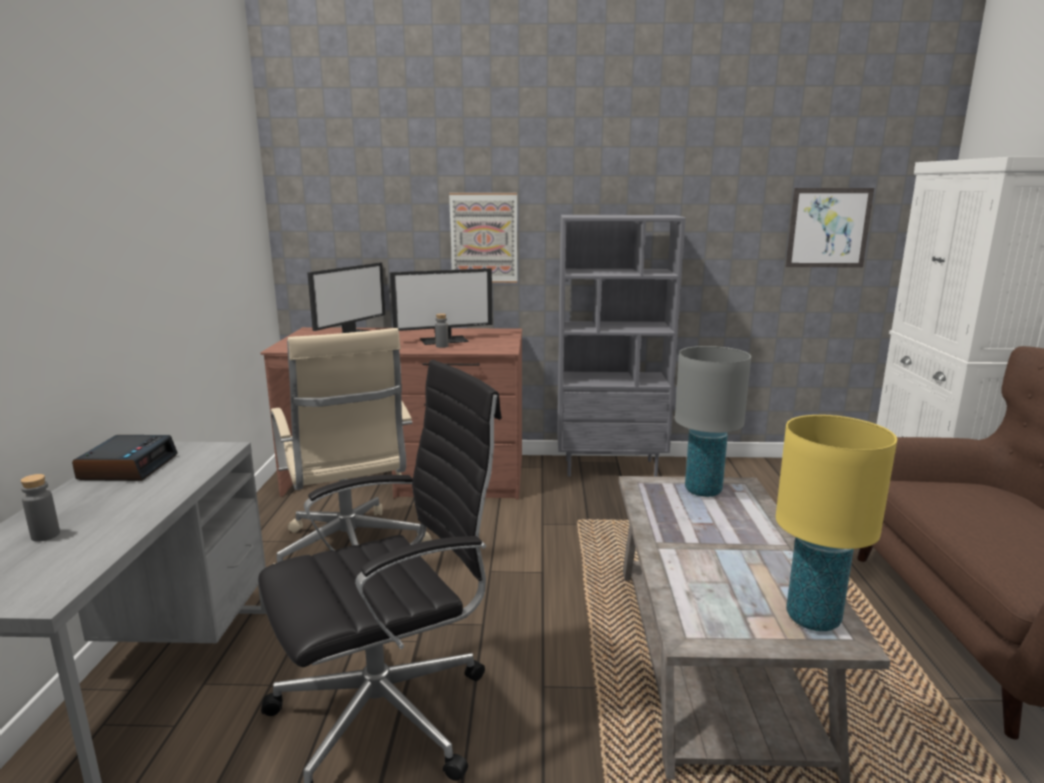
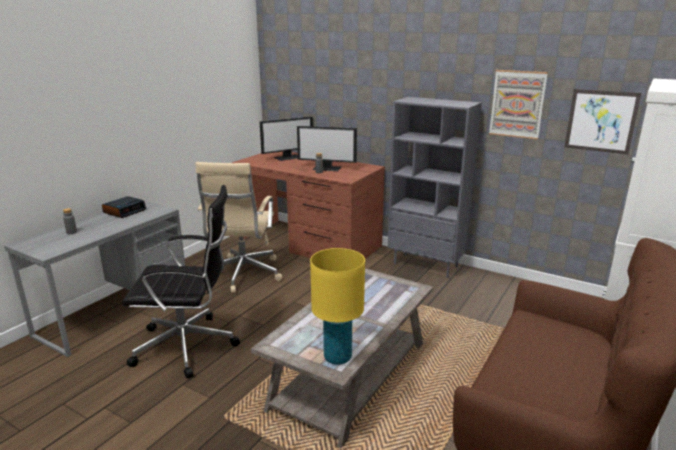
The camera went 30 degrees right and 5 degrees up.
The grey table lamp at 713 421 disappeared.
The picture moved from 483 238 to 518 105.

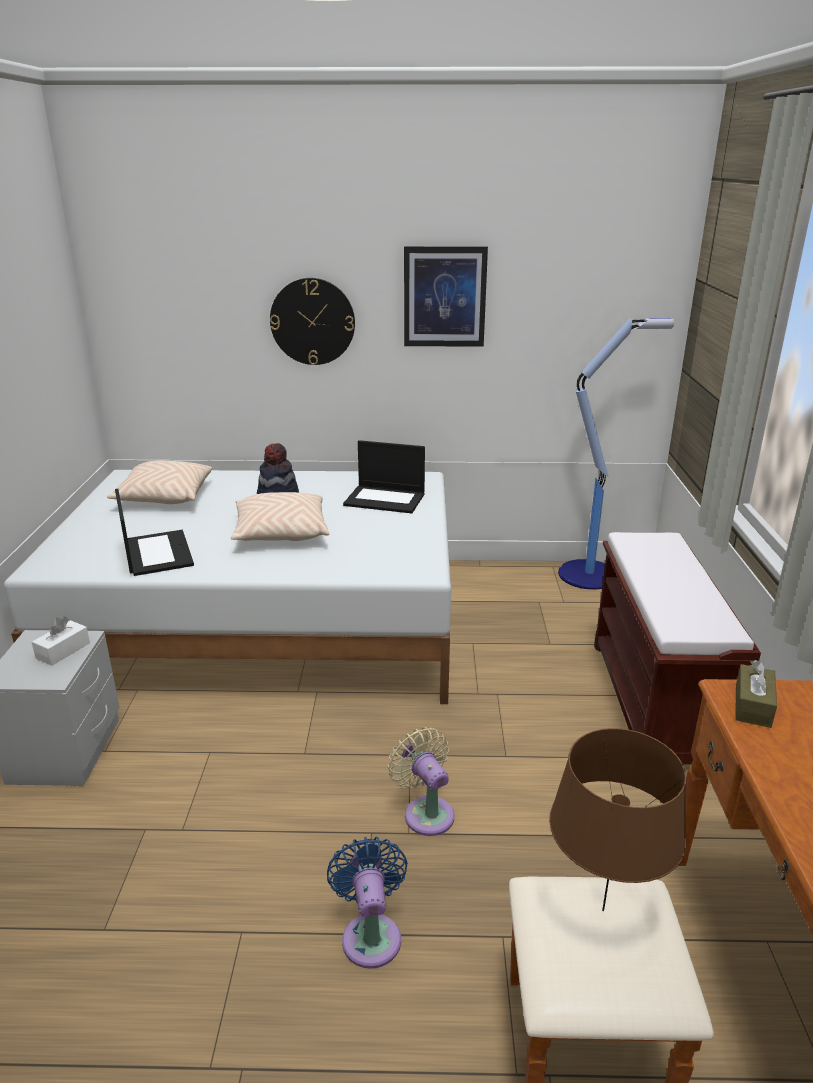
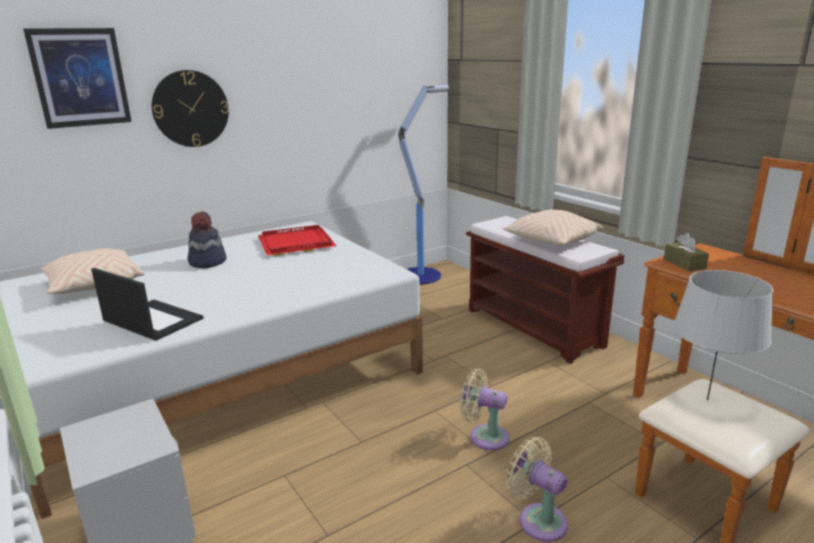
The camera went 35 degrees left and 5 degrees down.
The white tissue box at 61 641 disappeared.
The beige pillow moved from 279 516 to 553 227.
The picture moved from 446 296 to 77 78.
The laptop at 384 476 was replaced by the red tray at 297 240.
The blue fan at 367 903 became the beige fan at 536 489.
The brown table lamp at 617 819 became the grey table lamp at 723 335.

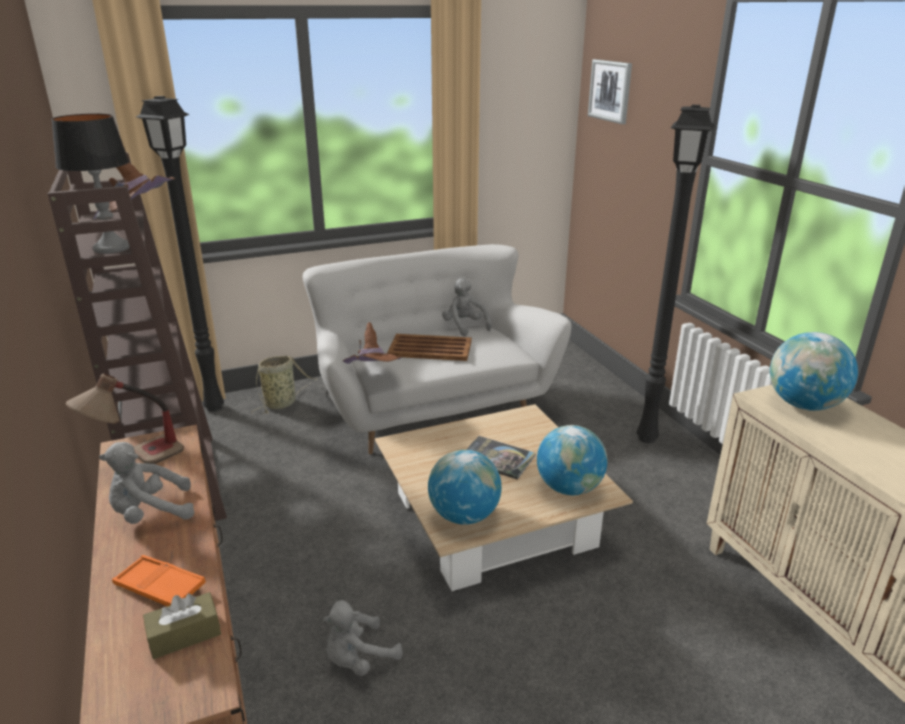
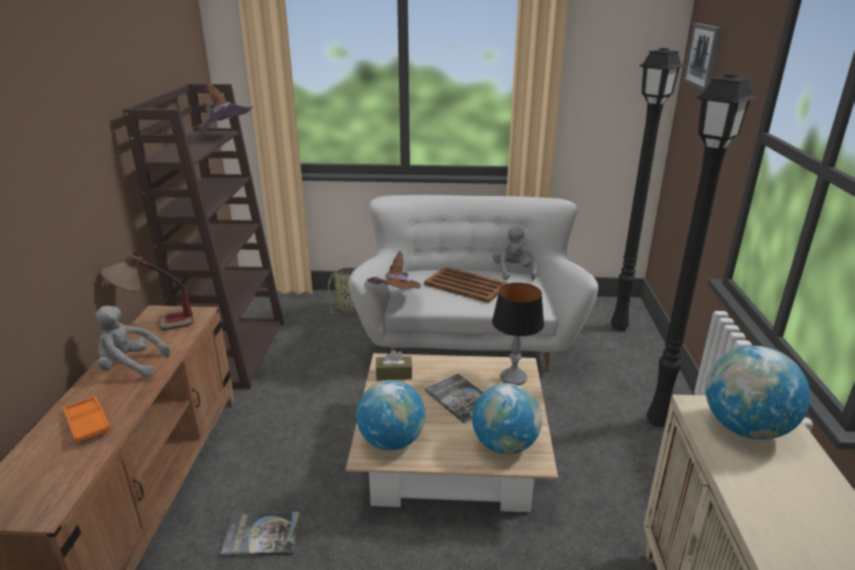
The camera went 25 degrees right and 0 degrees up.
The table lamp moved from 90 183 to 518 334.
The black floor lamp moved from 180 254 to 647 189.
The brown tissue box moved from 182 625 to 394 365.
The grey plush toy at 363 638 was replaced by the book at 260 534.

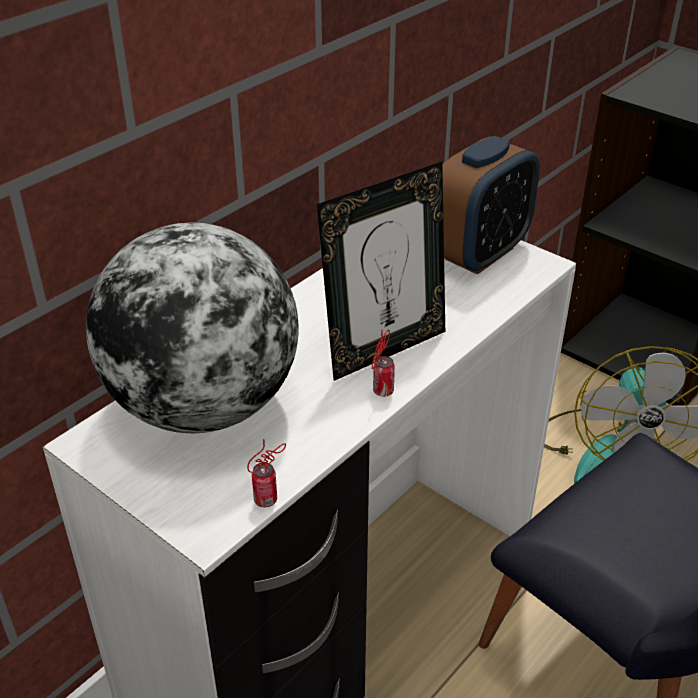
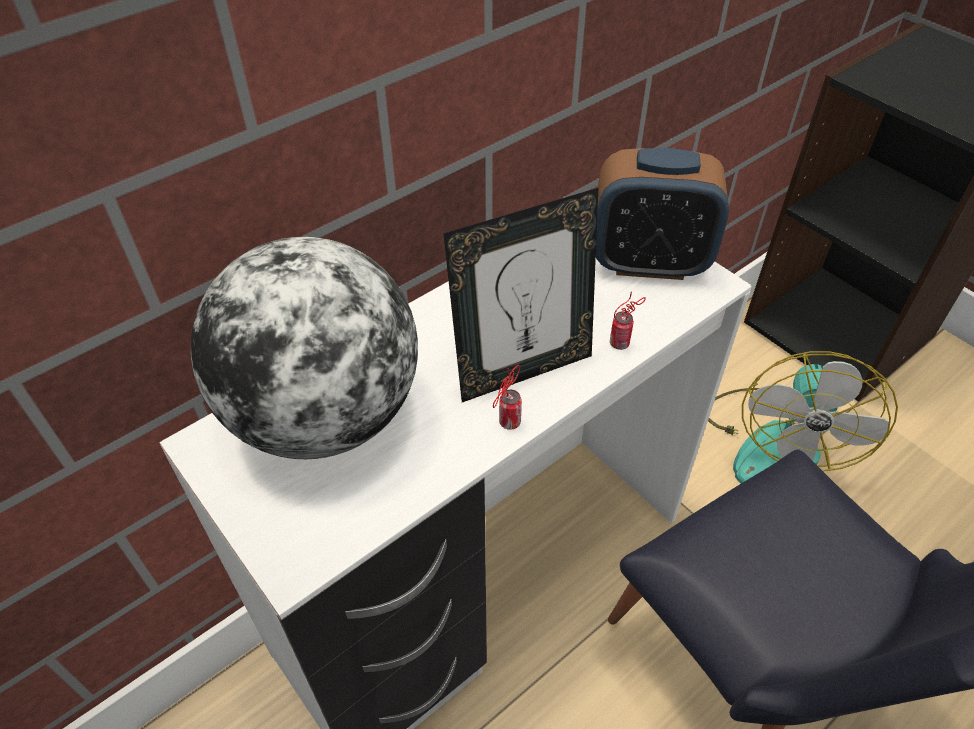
The camera went 10 degrees right and 10 degrees up.
The can moved from 266 473 to 628 320.
The alarm clock at 491 205 turned 45 degrees clockwise.

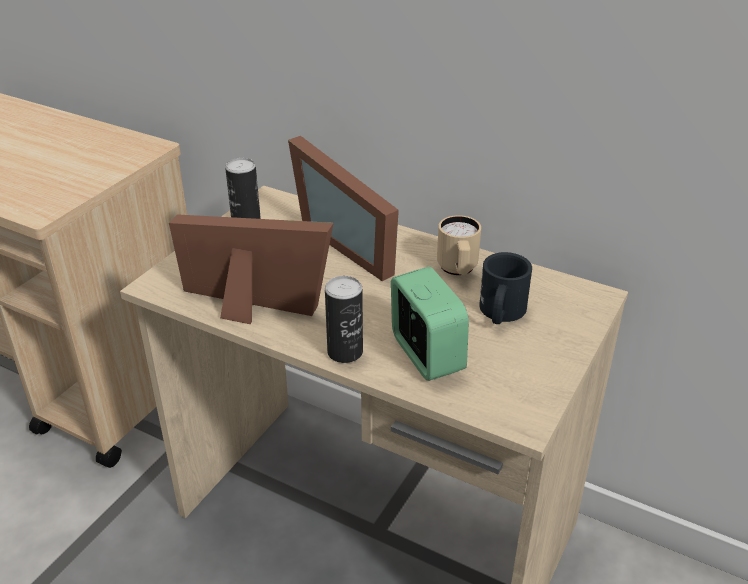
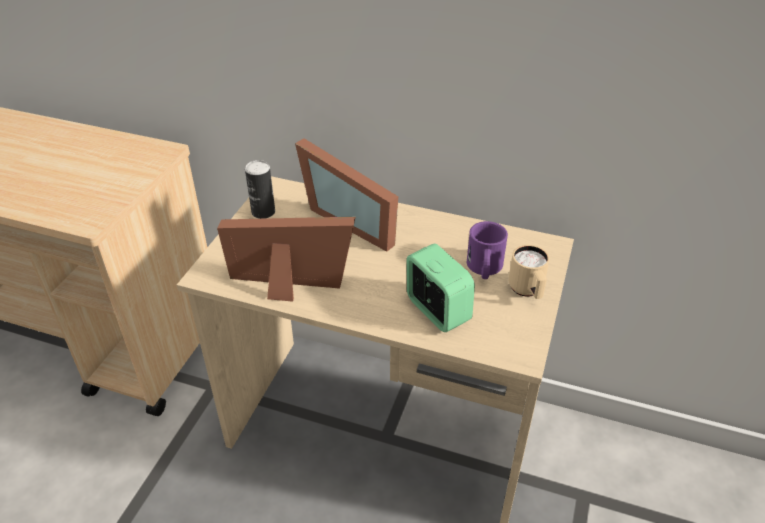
The camera went 10 degrees left and 5 degrees up.
The can at 344 319 disappeared.
The beige mug moved from 459 245 to 529 272.
The black mug at 505 288 became the purple mug at 487 250.

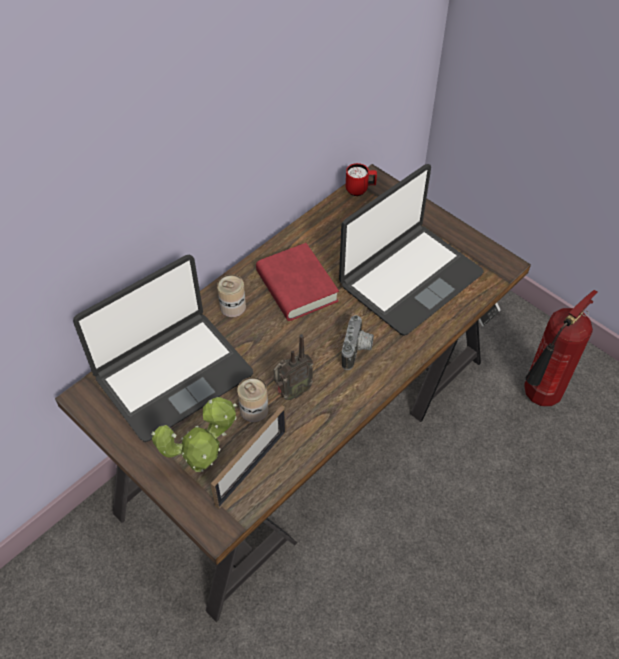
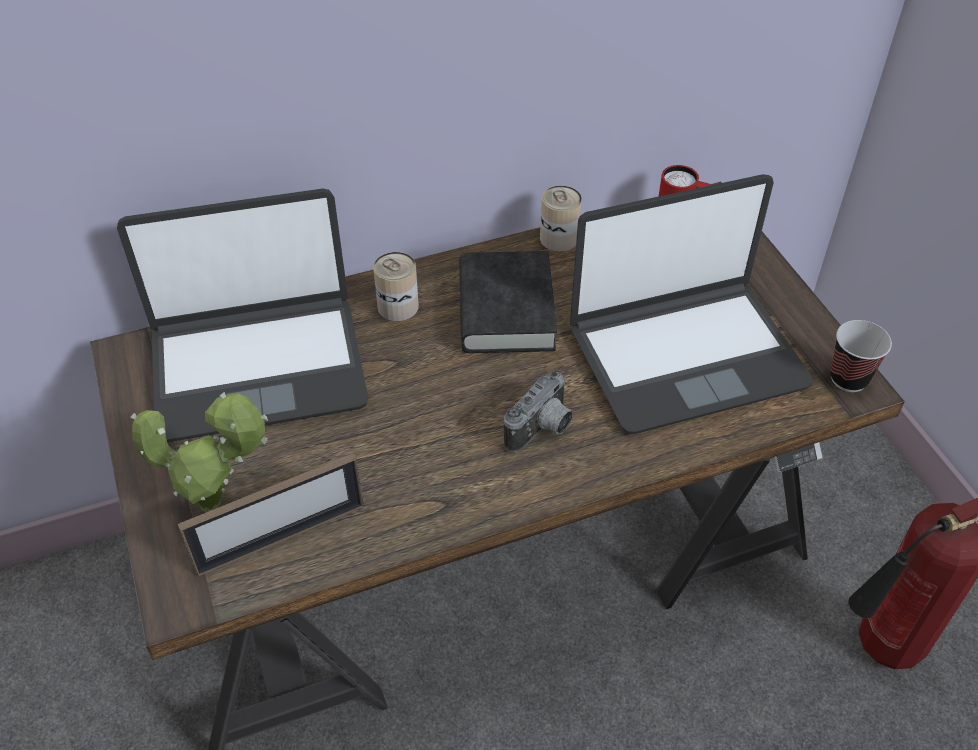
The camera went 25 degrees right and 5 degrees down.
The radio at 293 367 disappeared.
The cup at 861 356 appeared.
The can moved from 253 399 to 561 219.
The red book at 297 282 became the black book at 508 302.

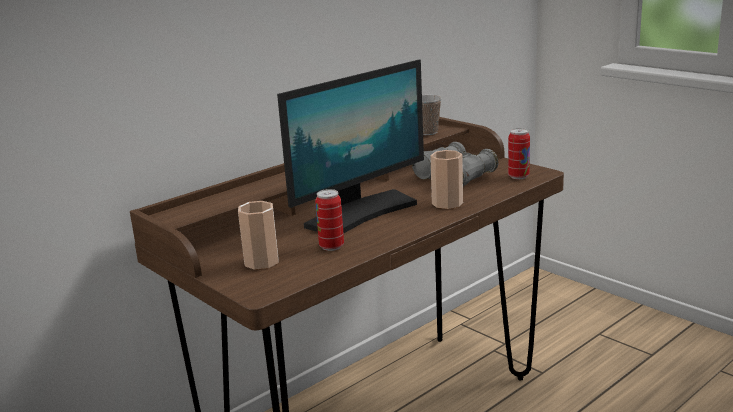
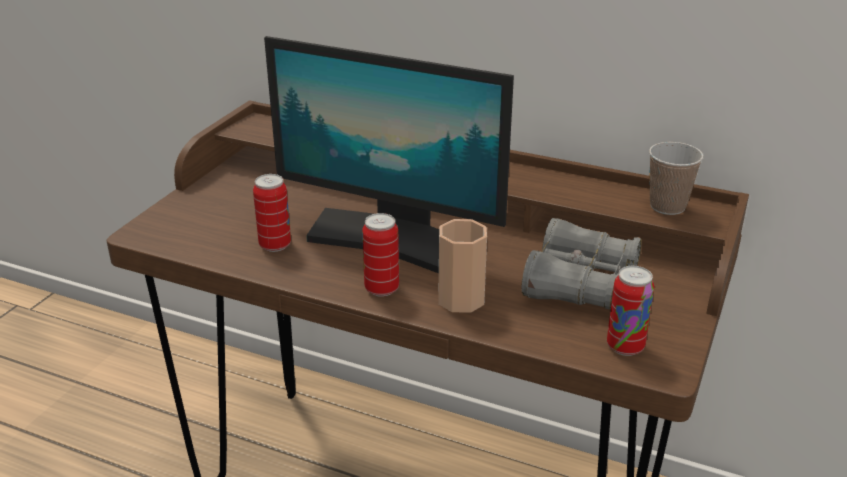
The camera went 65 degrees right and 10 degrees up.
The cup at 258 235 disappeared.
The can at 380 255 appeared.

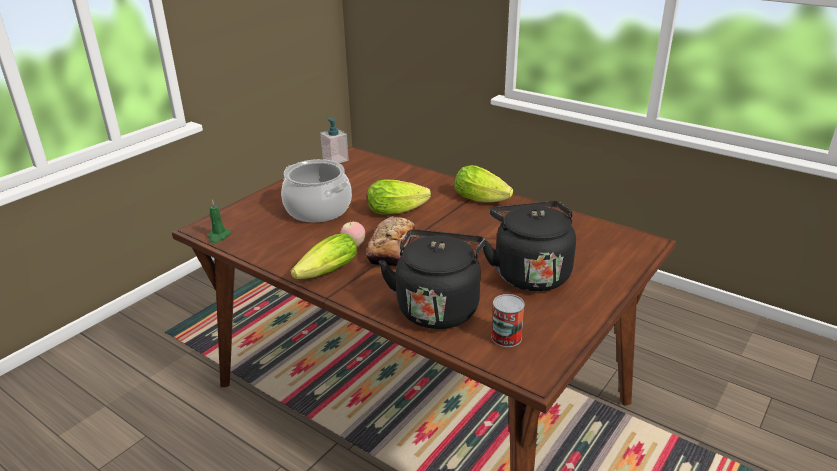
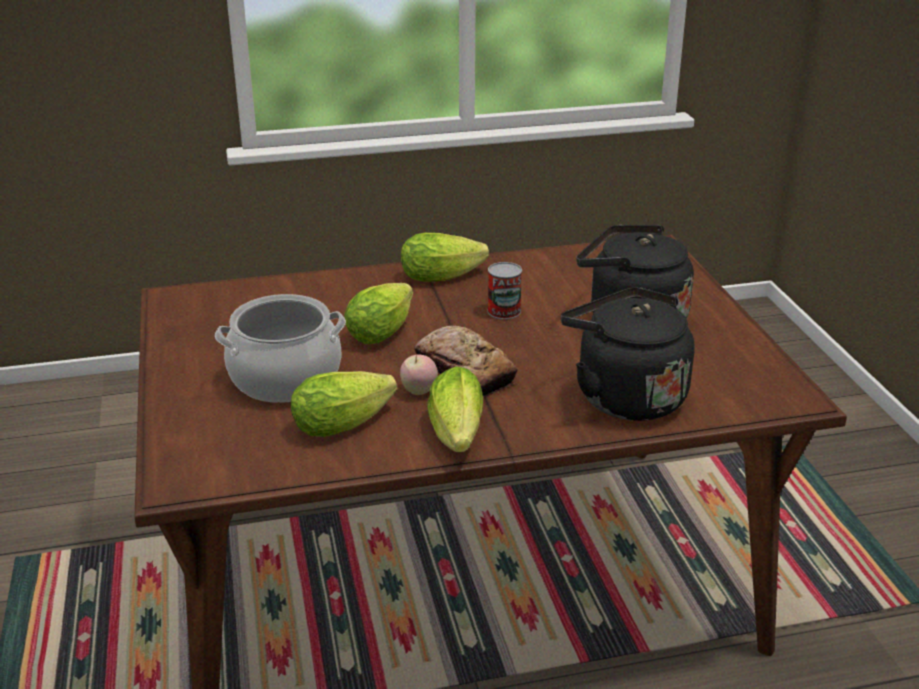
The camera went 50 degrees left and 0 degrees up.
The green candle at 219 221 disappeared.
The soap dispenser at 334 140 disappeared.
The lettuce at 344 404 appeared.
The can moved from 508 320 to 504 290.

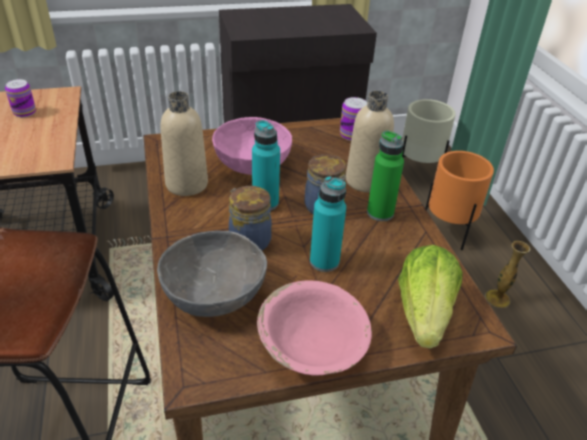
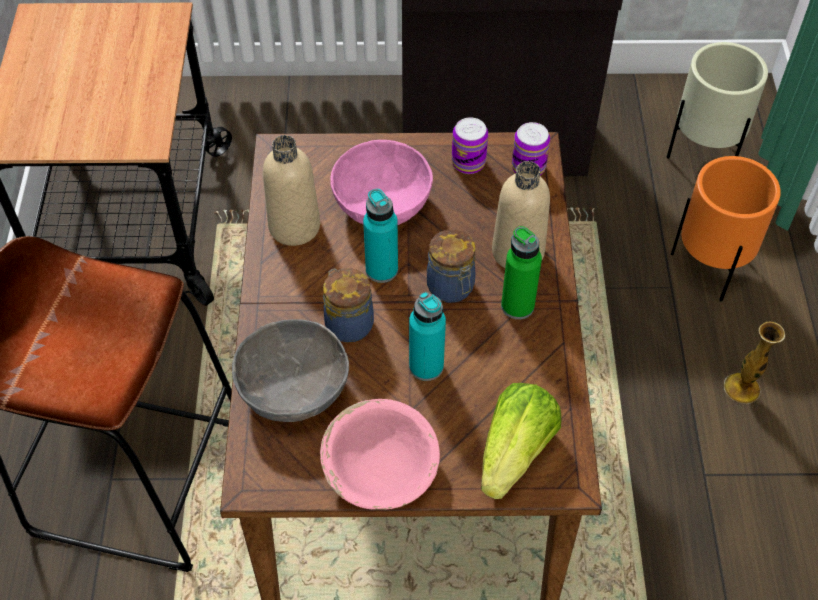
The camera went 15 degrees right and 15 degrees up.
The can moved from 20 98 to 470 145.

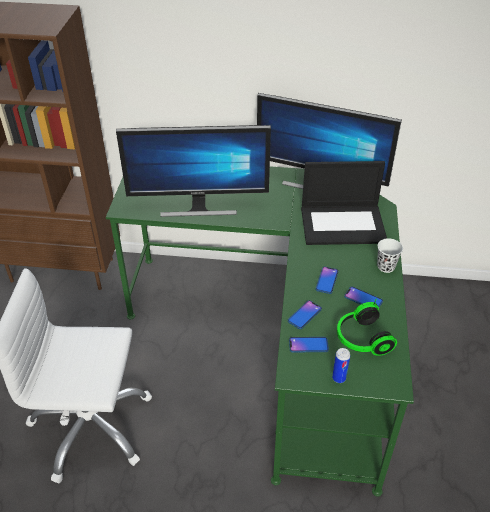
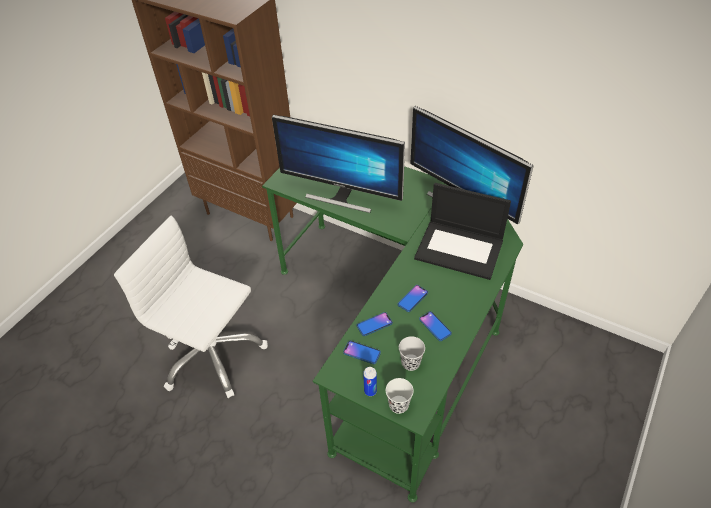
The camera went 25 degrees right and 5 degrees up.
The white cup moved from 390 255 to 400 396.
The headphones at 367 327 was replaced by the black cup at 412 353.

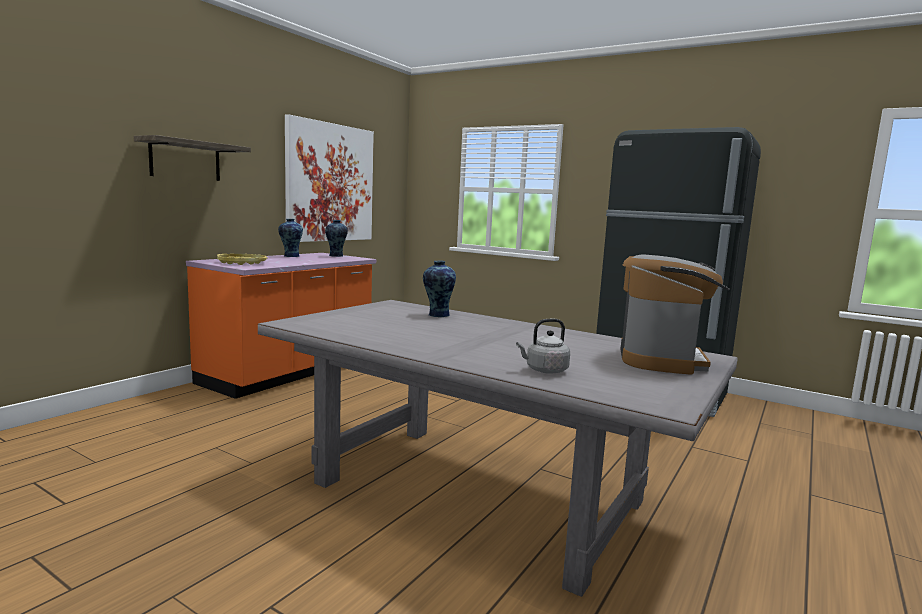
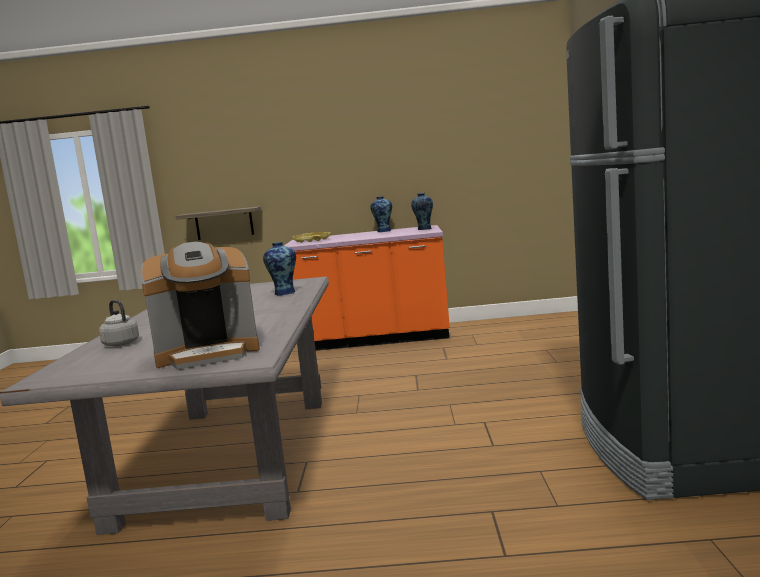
The camera went 60 degrees right and 0 degrees up.
The picture at 329 178 disappeared.
The shelf moved from 192 158 to 218 223.

